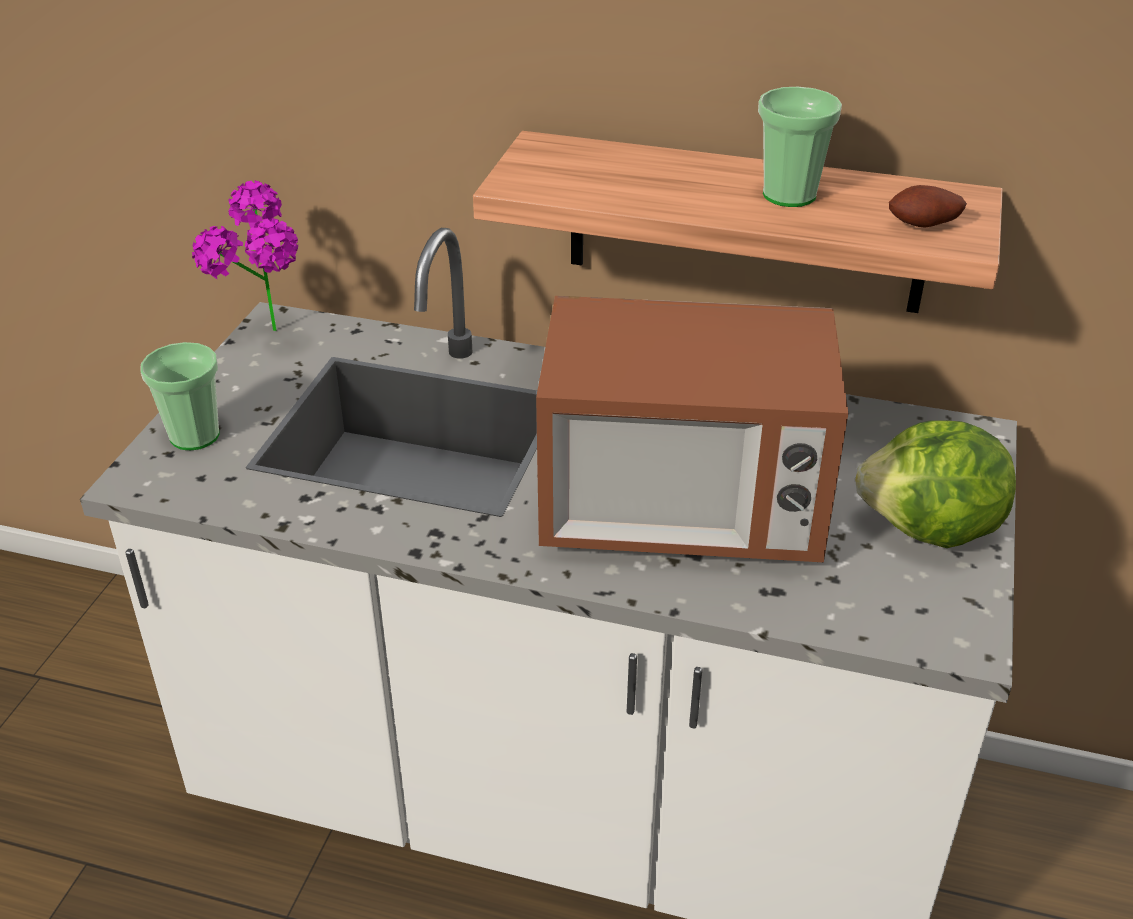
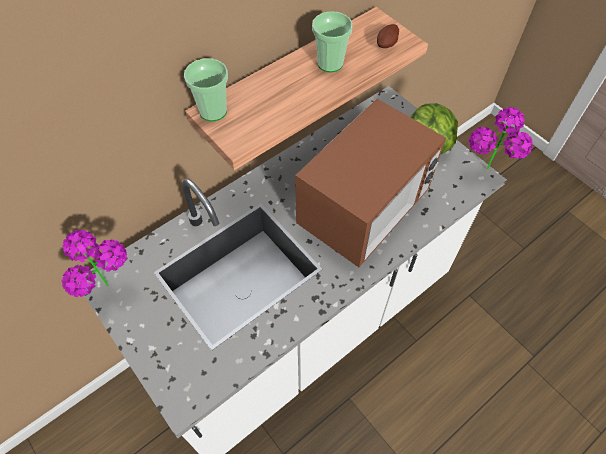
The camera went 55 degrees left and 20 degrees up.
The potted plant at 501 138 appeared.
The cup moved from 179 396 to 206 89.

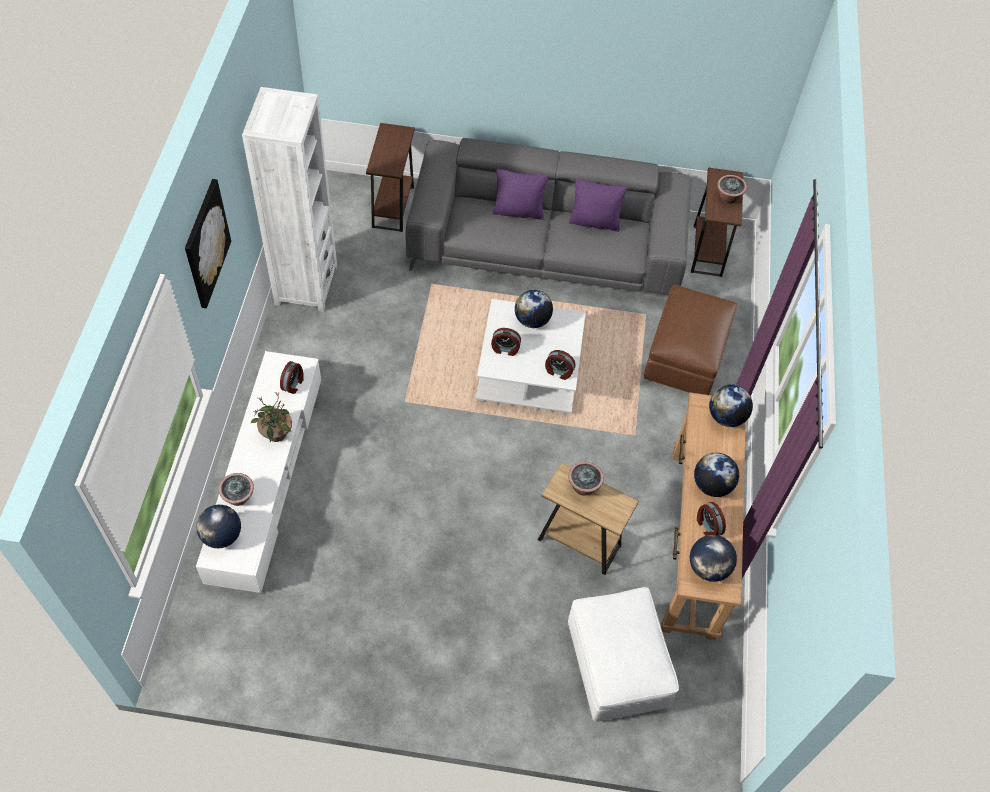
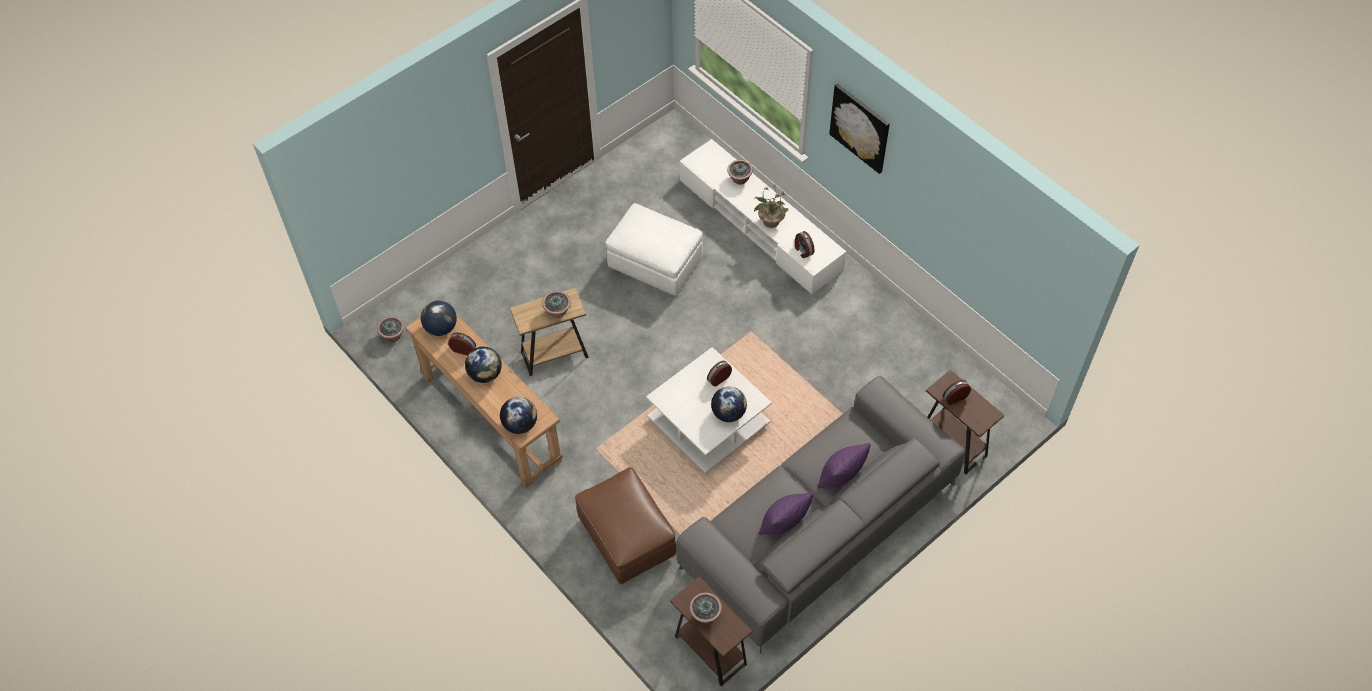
The camera went 135 degrees right and 0 degrees up.
The globe at 218 526 disappeared.
The white bookcase at 289 199 disappeared.
The potted plant at 390 329 appeared.
The alarm clock moved from 560 365 to 957 392.
The white ottoman moved from 623 654 to 654 249.

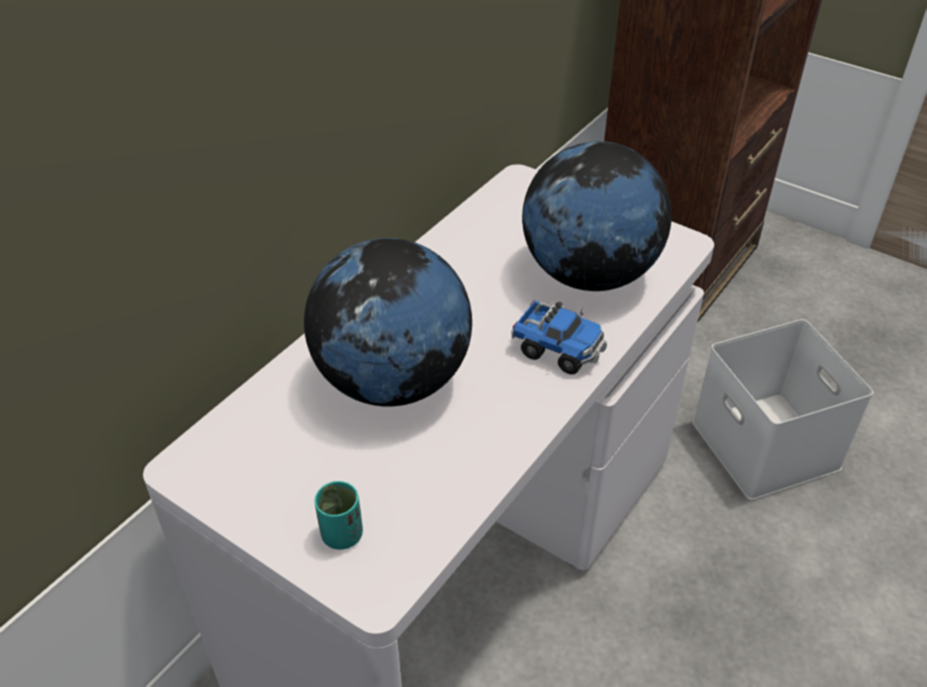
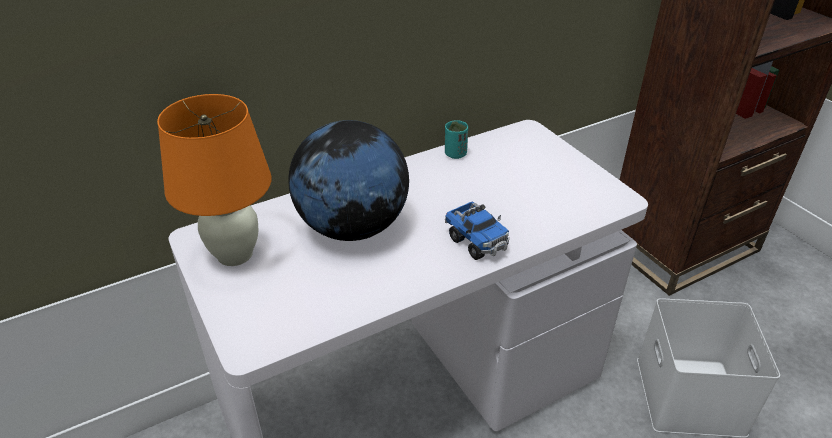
The camera went 25 degrees right and 5 degrees down.
The globe at 597 216 disappeared.
The orange table lamp at 214 180 appeared.
The turquoise cup moved from 338 515 to 456 139.

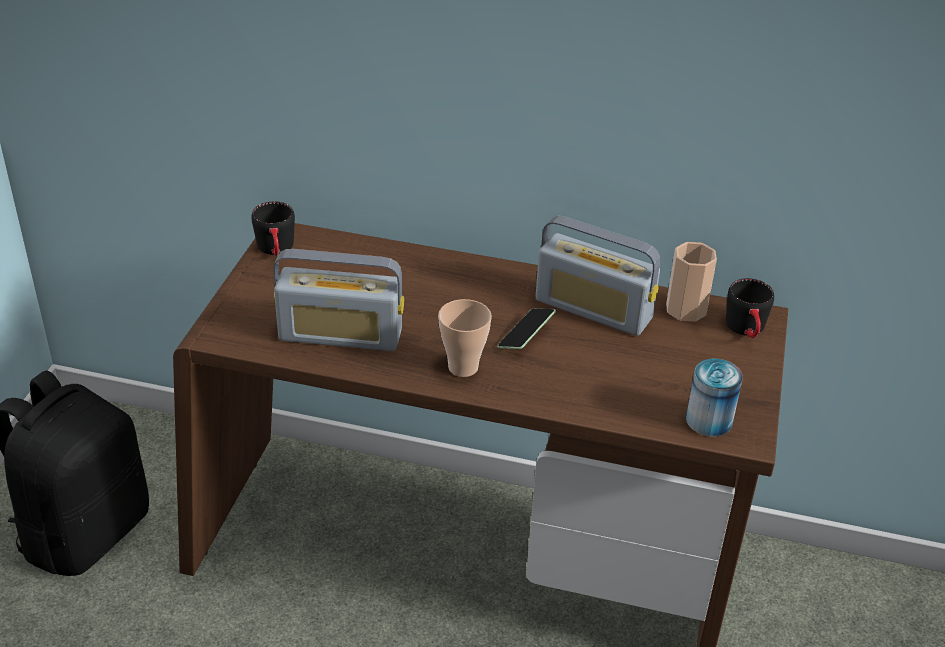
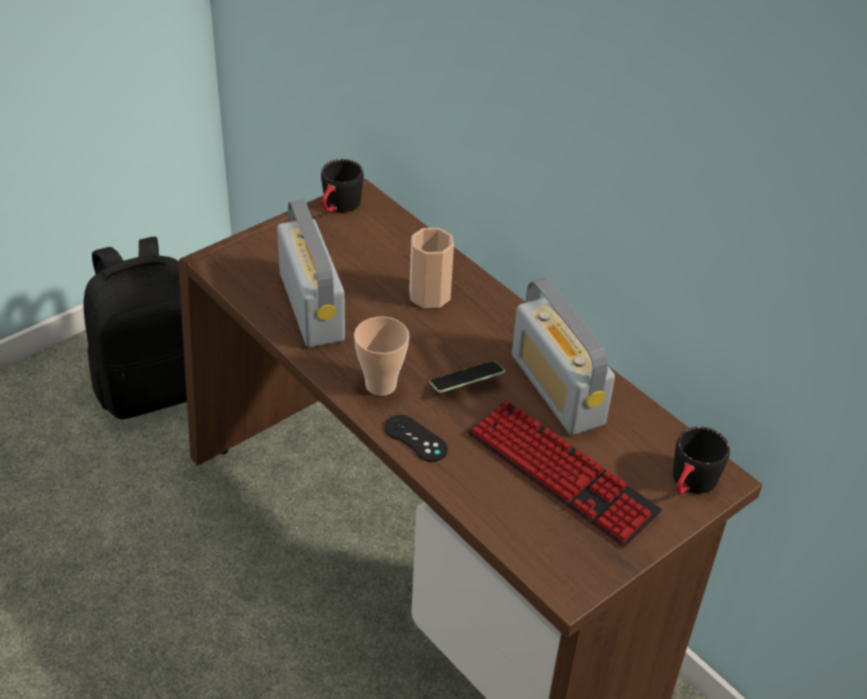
The camera went 35 degrees right and 5 degrees up.
The can at 714 398 disappeared.
The black game controller at 416 438 appeared.
The keyboard at 564 474 appeared.
The cup moved from 691 282 to 431 268.
The radio at 338 300 turned 150 degrees counterclockwise.

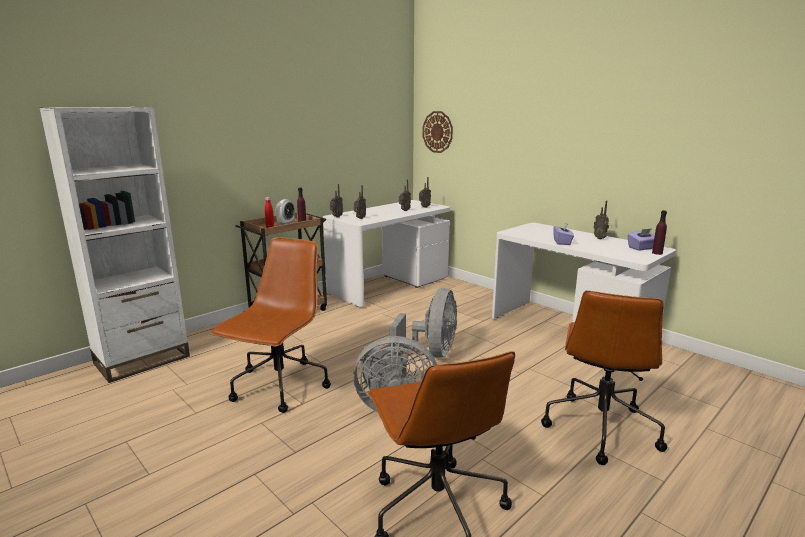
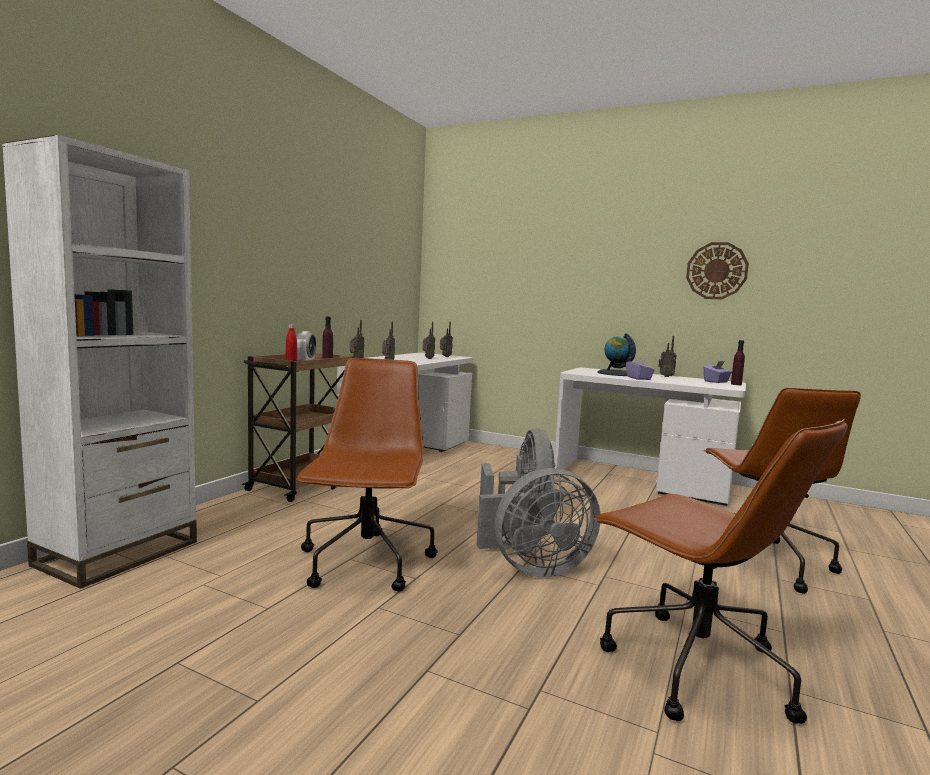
The camera went 20 degrees left and 10 degrees down.
The globe at 616 354 appeared.
The wall clock moved from 438 132 to 717 270.

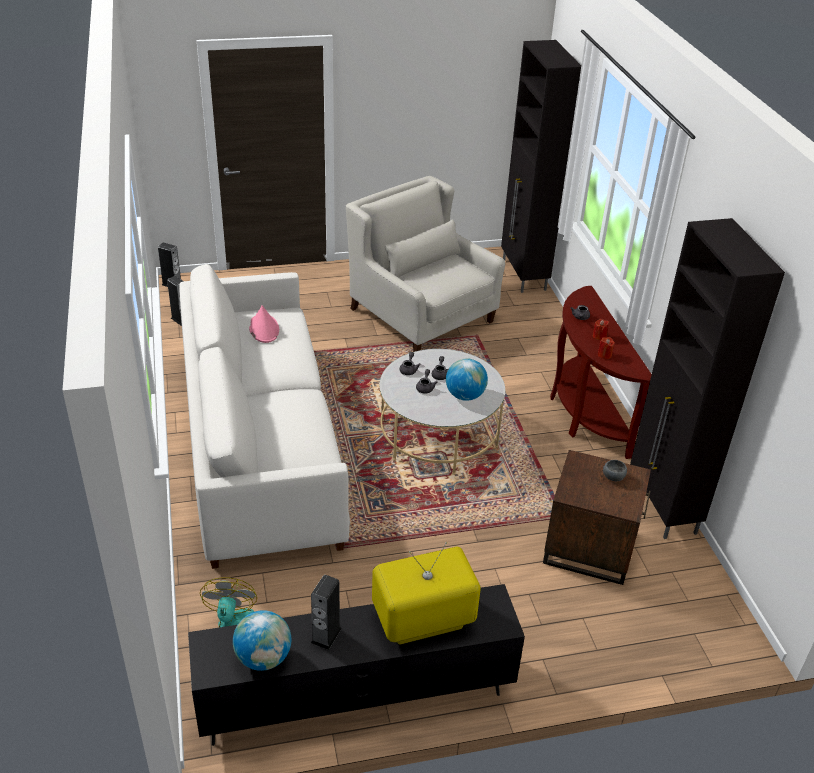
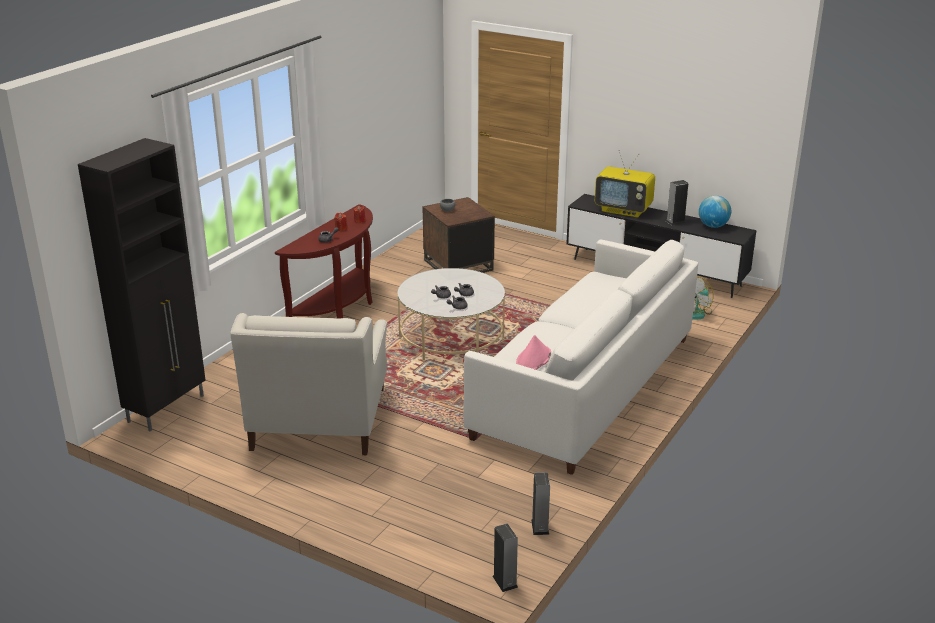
The camera went 135 degrees left and 10 degrees down.
The globe at 467 379 disappeared.
The black cabinet at 707 378 disappeared.

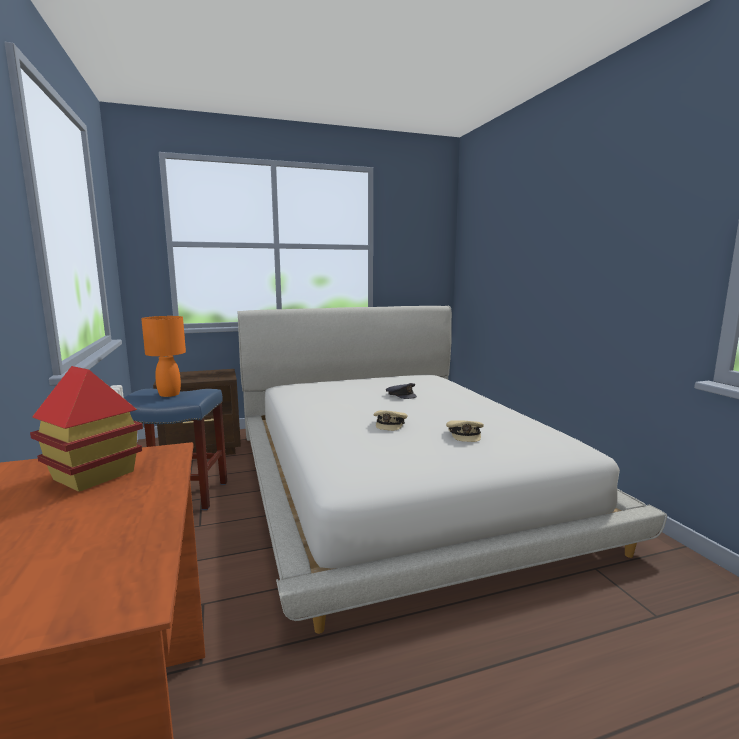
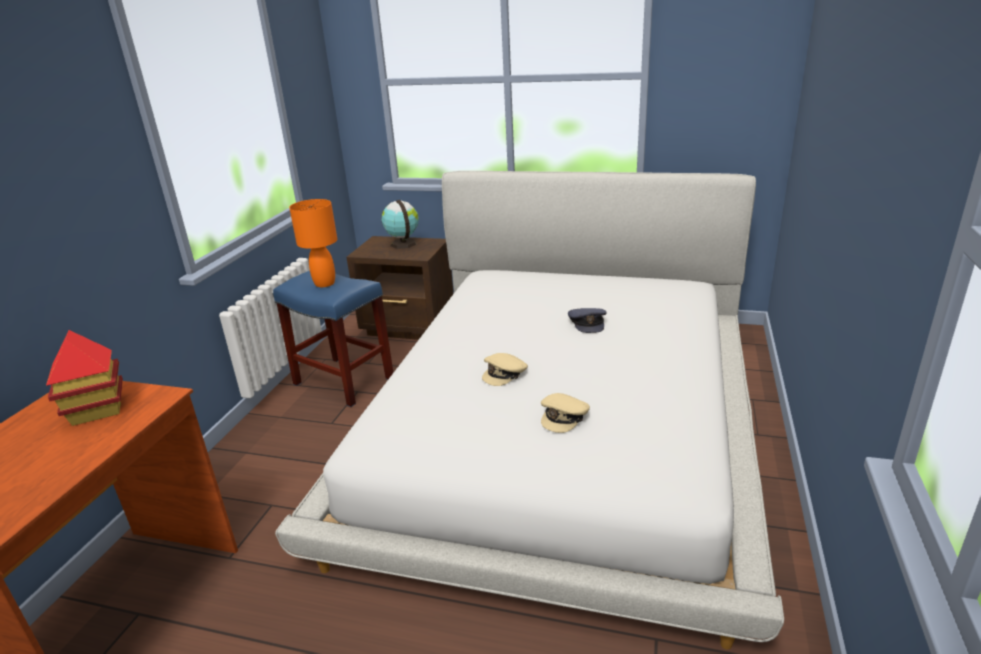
The camera went 35 degrees right and 15 degrees up.
The globe at 400 224 appeared.

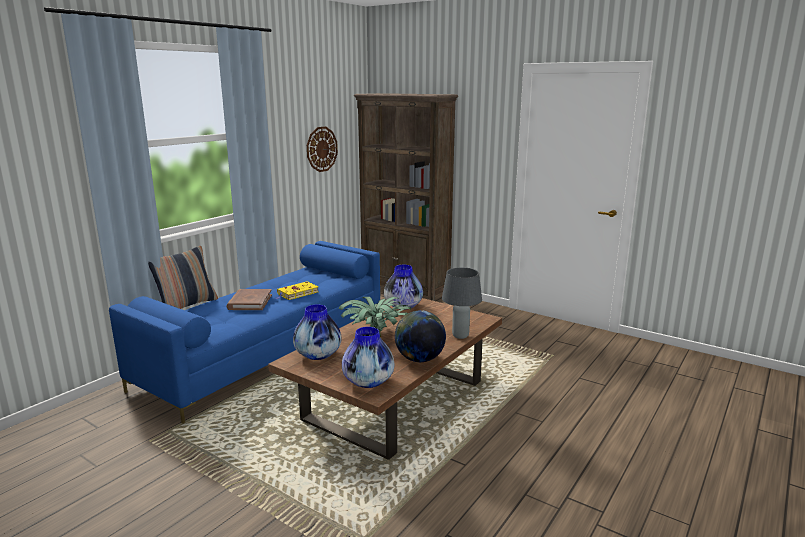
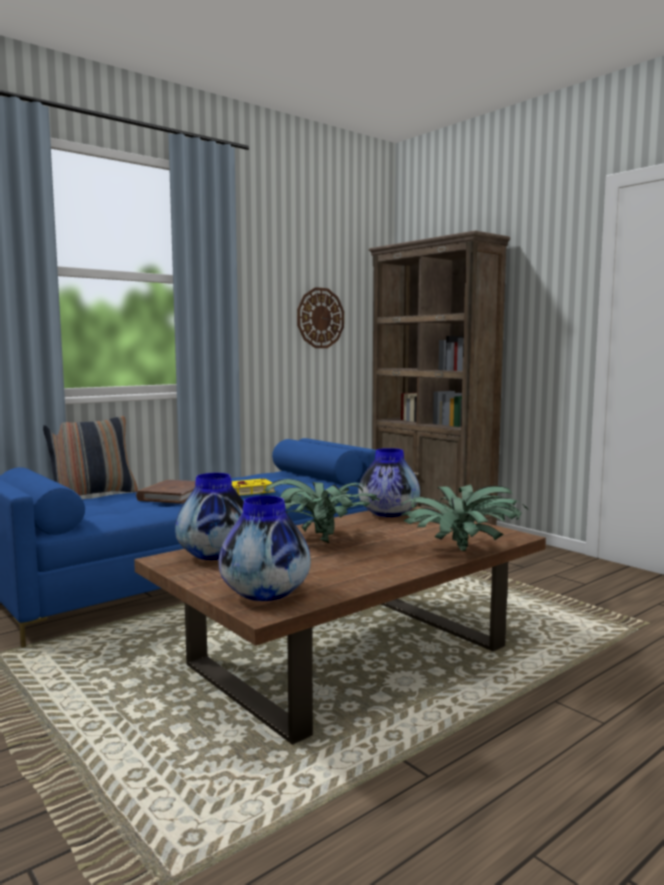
The camera went 15 degrees right and 10 degrees down.
The globe at 420 336 disappeared.
The grey table lamp at 462 303 was replaced by the potted plant at 464 518.

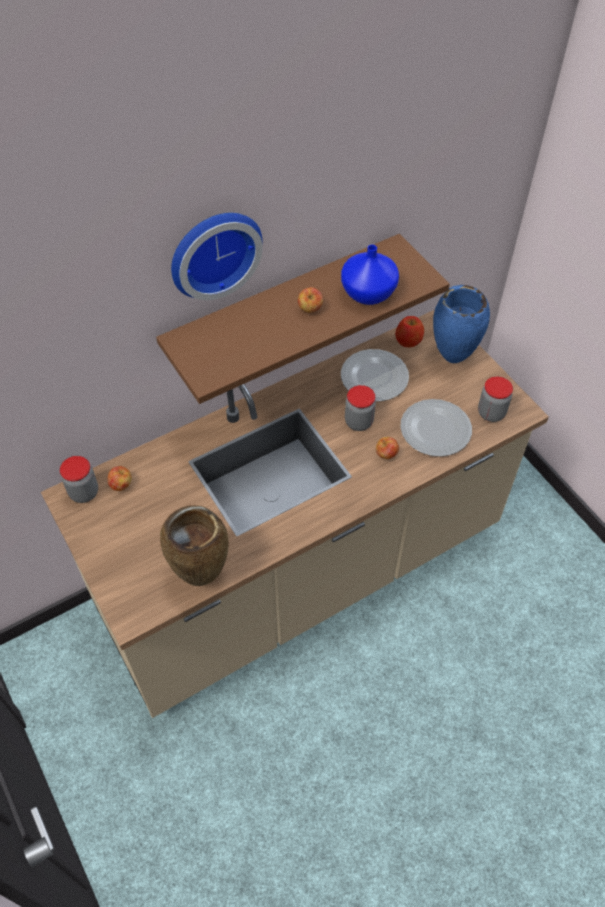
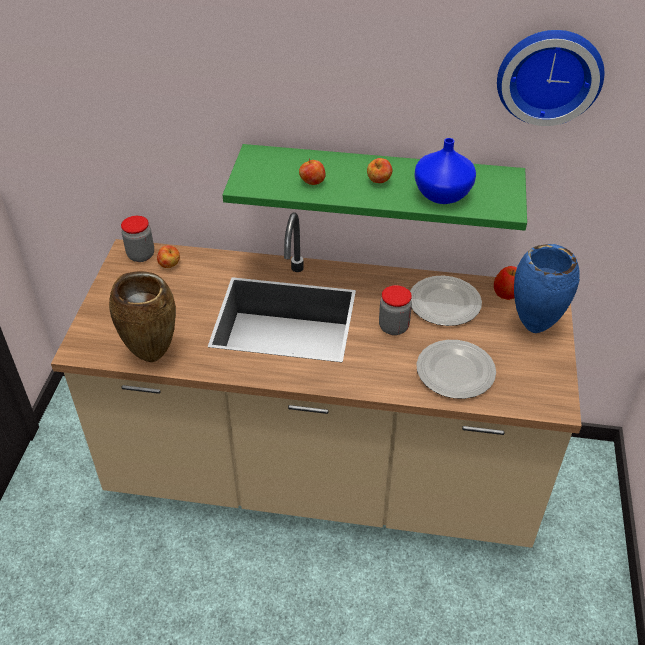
The camera went 40 degrees right and 10 degrees down.
The jar at 495 399 disappeared.
The wall clock moved from 217 256 to 551 78.
The apple moved from 387 448 to 312 171.
The brown shelf at 303 319 became the green shelf at 374 187.

